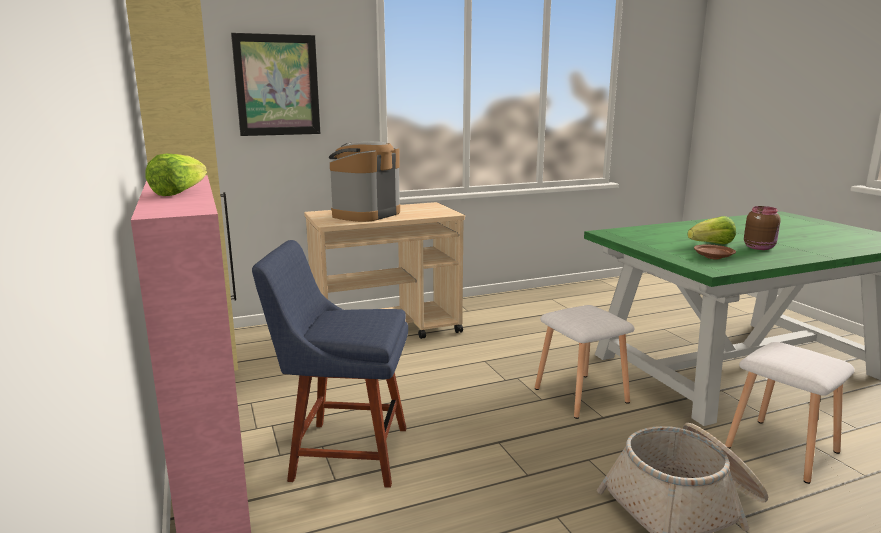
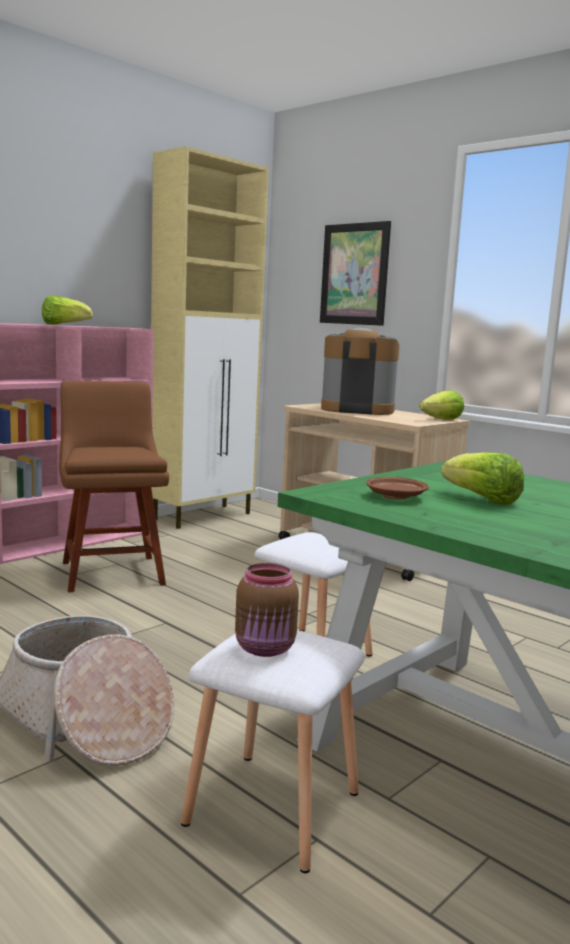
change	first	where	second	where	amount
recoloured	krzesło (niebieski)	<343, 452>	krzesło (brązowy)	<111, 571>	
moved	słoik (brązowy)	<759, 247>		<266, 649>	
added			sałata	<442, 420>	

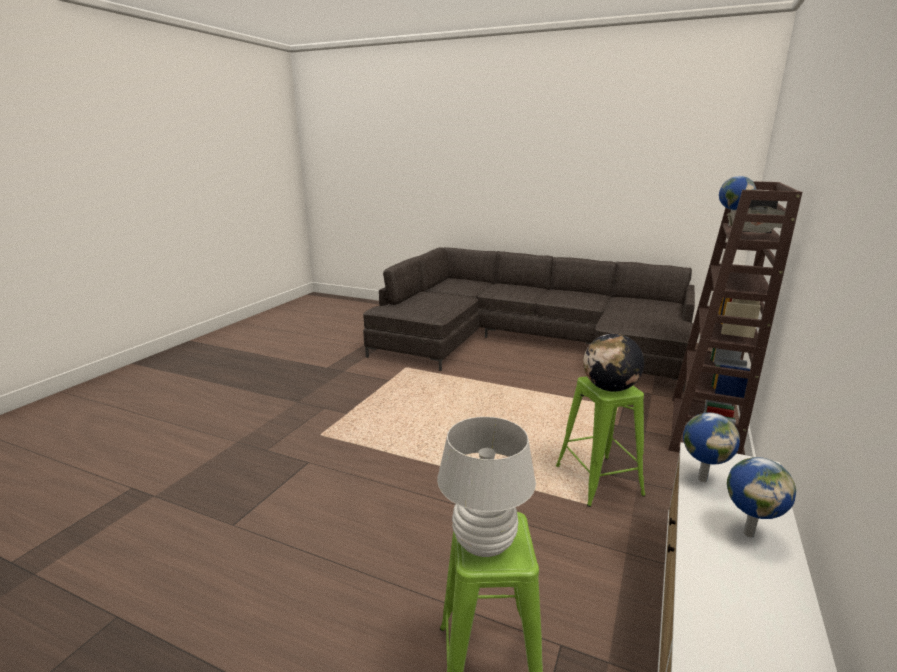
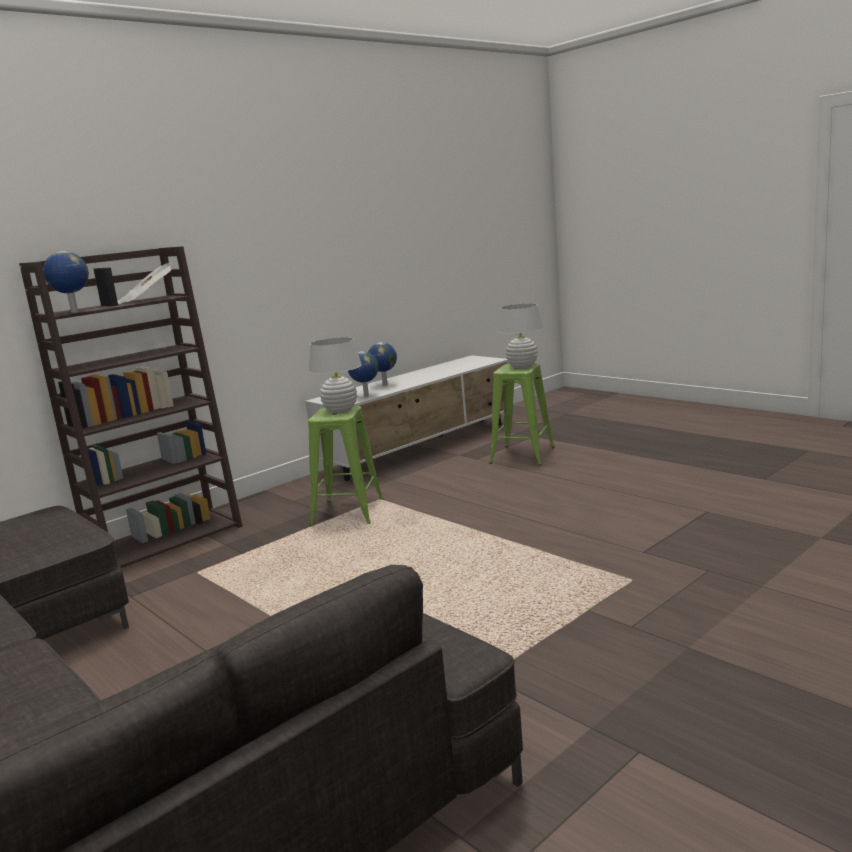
change	first	where	second	where	amount
replaced	globus	<609, 388>	lampa stołowa (biały)	<340, 410>	

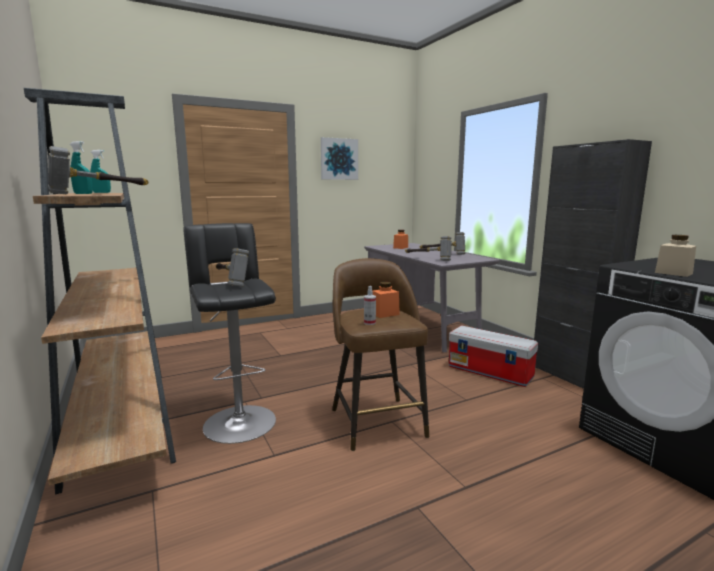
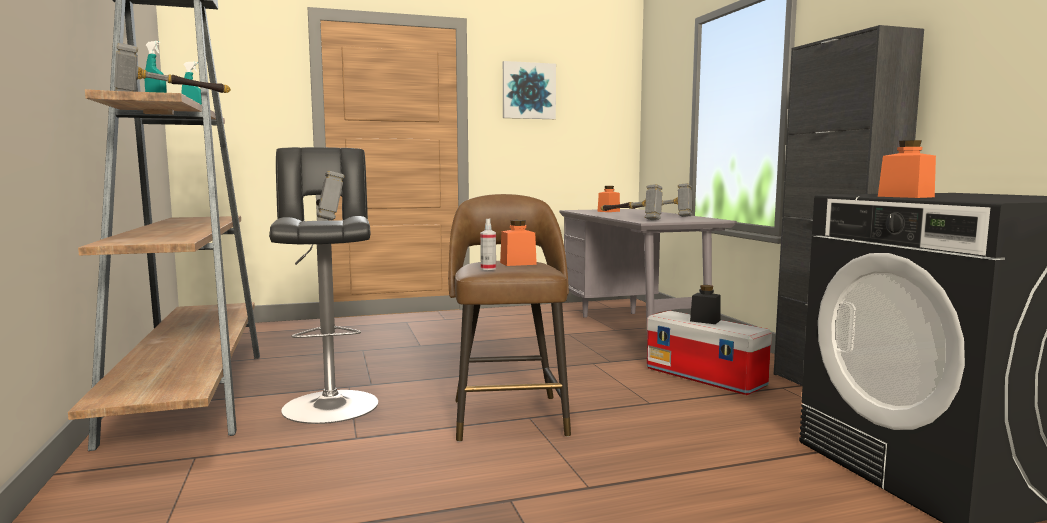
change	first	where	second	where	amount
added			słoik (czarny)	<705, 320>	
recoloured	słoik (beżowy)	<673, 273>	słoik (pomarańczowy)	<905, 196>	

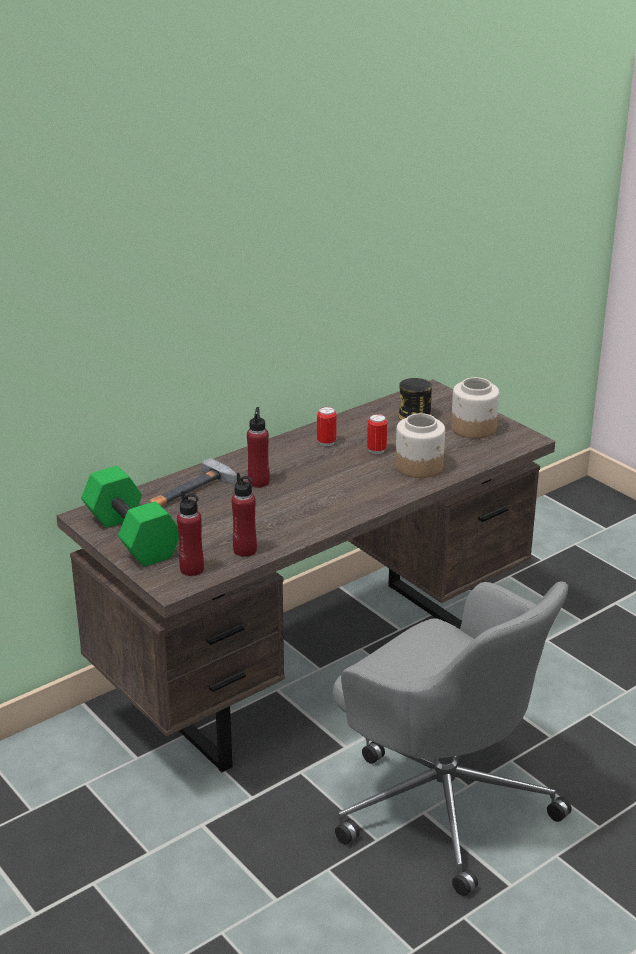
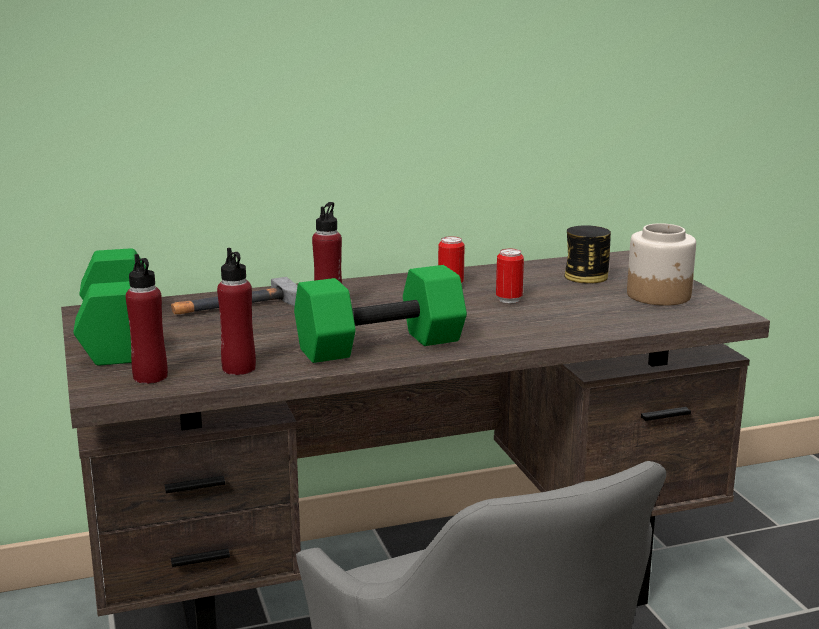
change	first	where	second	where	amount
added			hantel (zielony)	<381, 344>	
removed	słoik	<419, 466>			

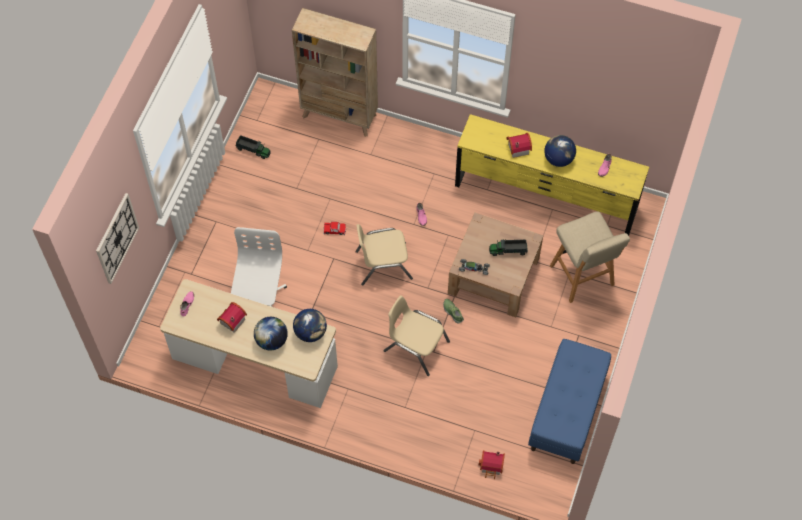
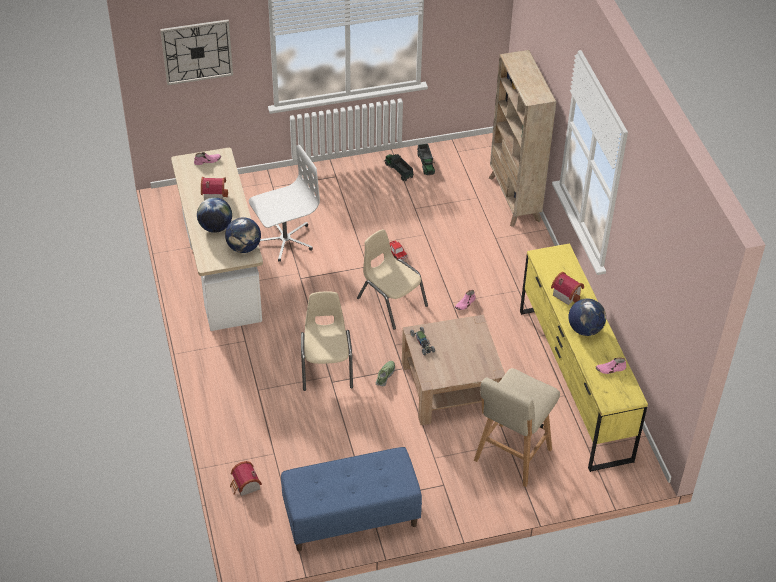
change	first	where	second	where	amount
moved	ciężarówka zabawkowa	<508, 251>		<398, 170>	

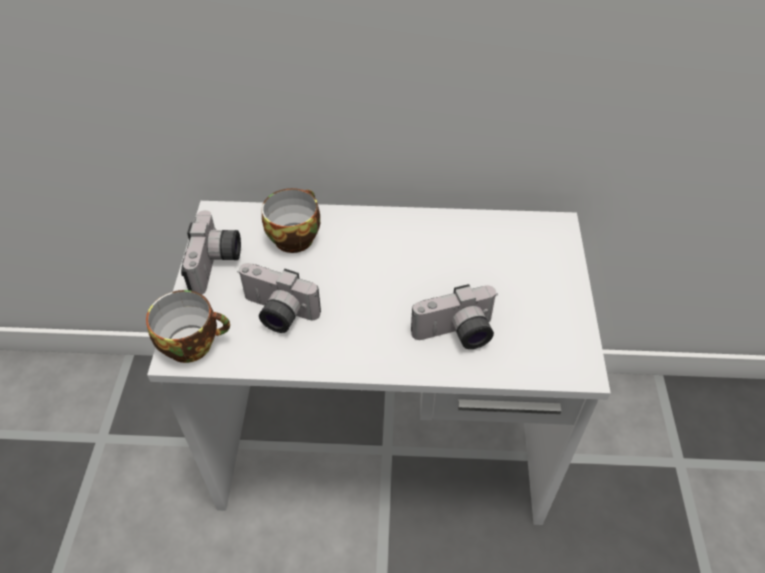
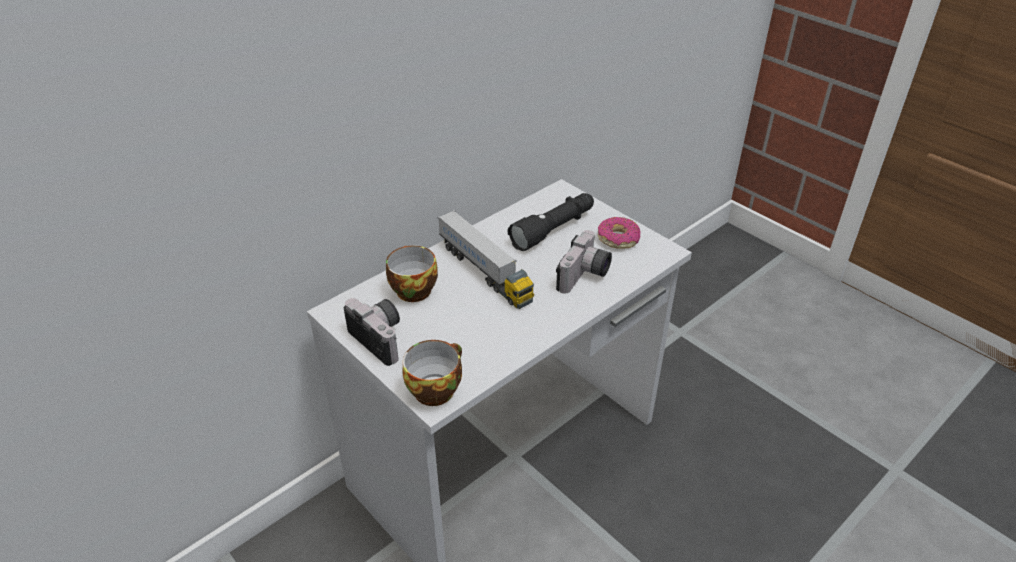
change	first	where	second	where	amount
added			ciężarówka zabawkowa	<484, 272>	
added			latarka (czarny)	<554, 229>	
added			donut	<618, 239>	
removed	aparat fotograficzny	<276, 313>			

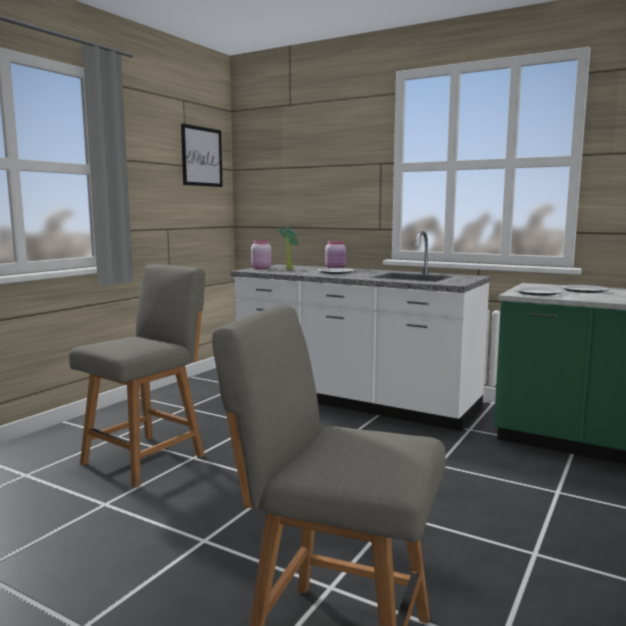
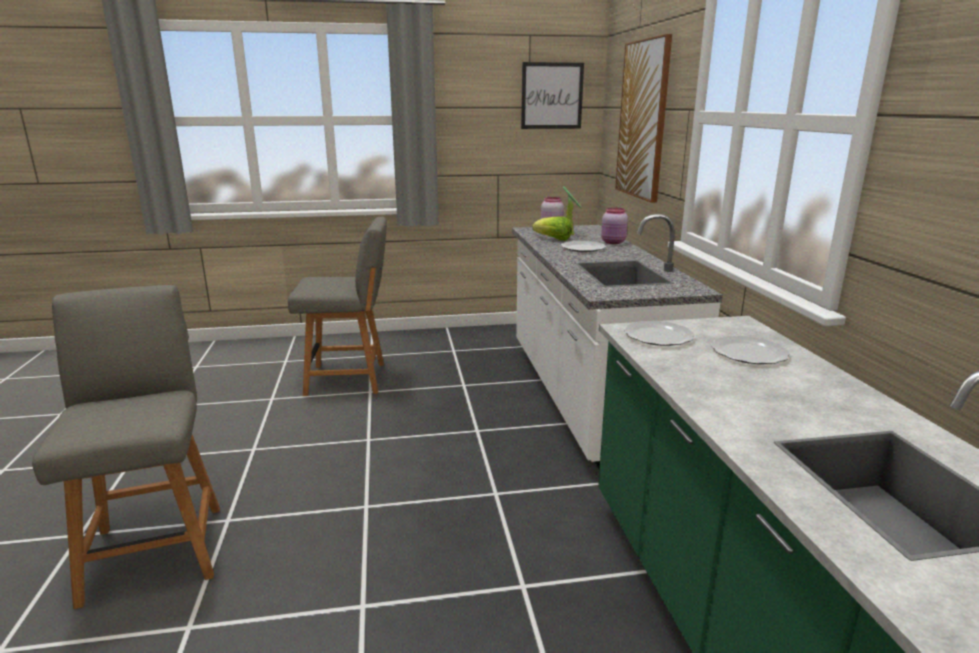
change	first	where	second	where	amount
added			sałata	<553, 239>	
added			obraz	<643, 120>	

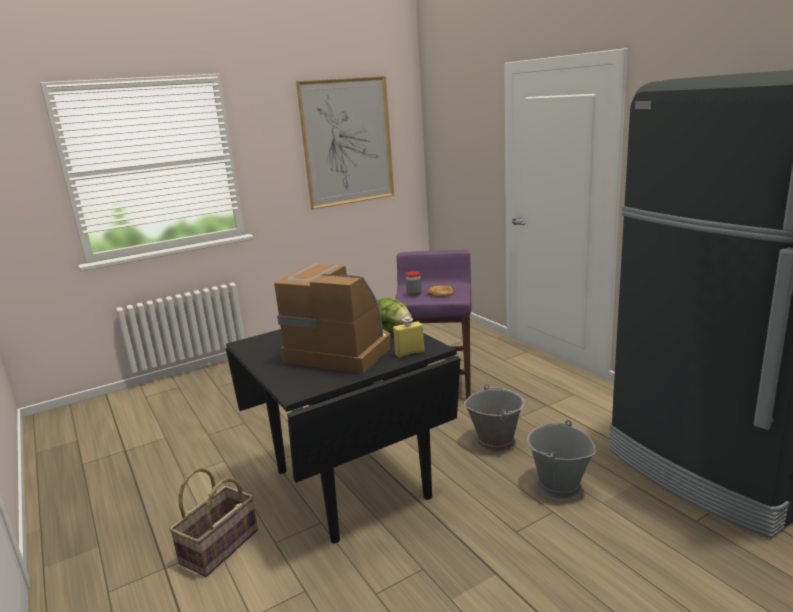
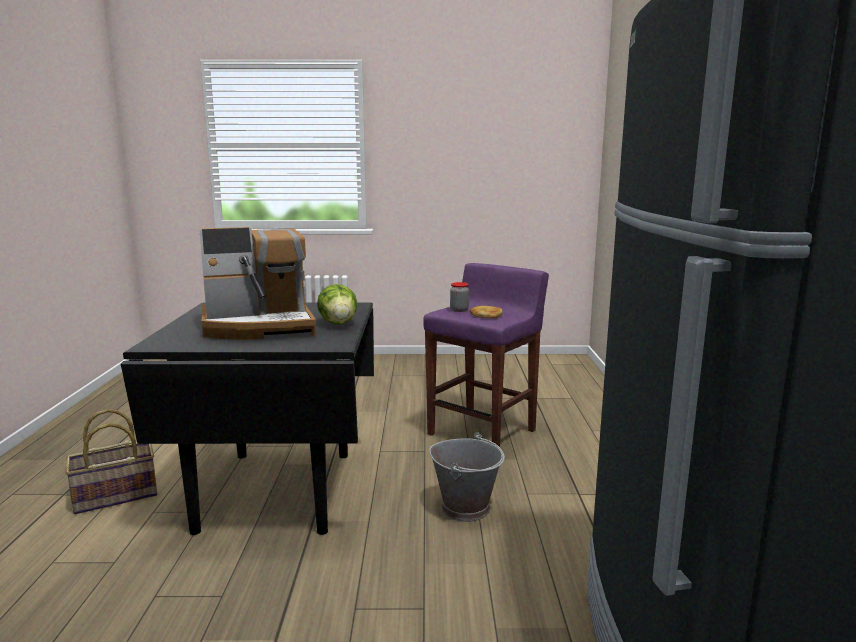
change	first	where	second	where	amount
turned	ekspres do kawy	<340, 350>		<259, 327>	105 degrees clockwise
removed	obraz	<347, 142>			
removed	butelka (żółty)	<409, 353>			
removed	wiadro (szary)	<558, 485>			

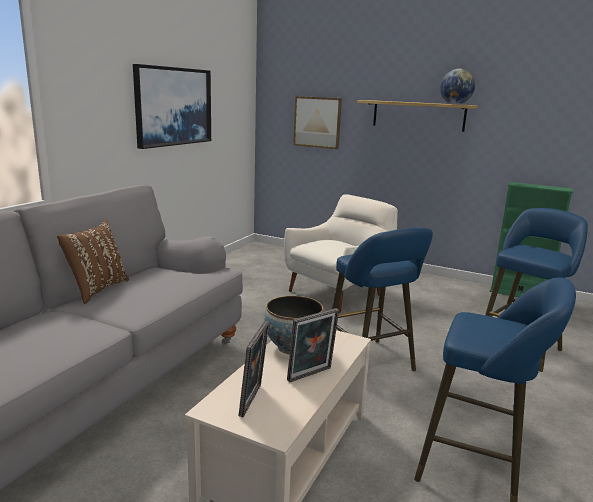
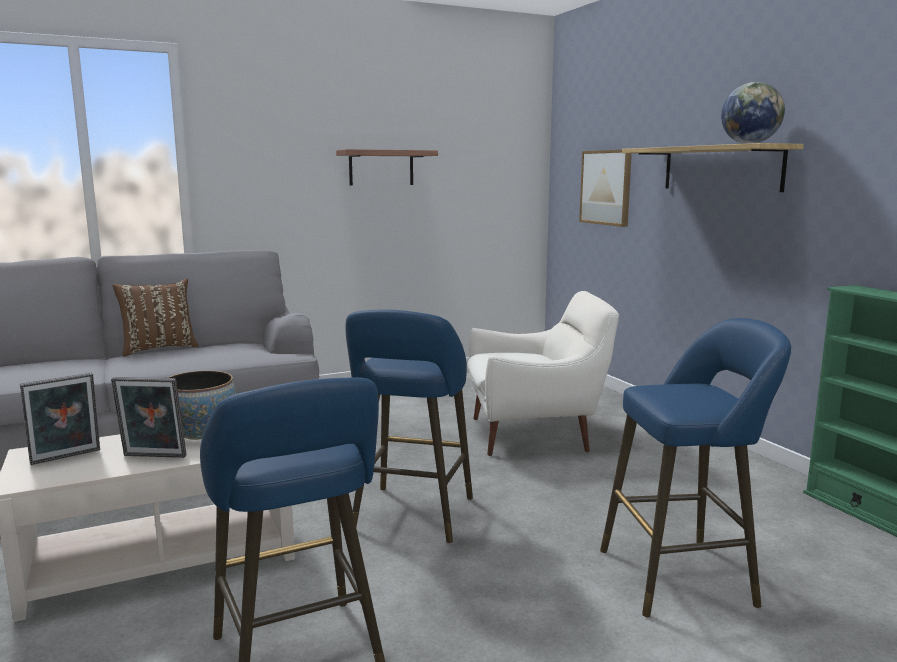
change	first	where	second	where	amount
replaced	obraz	<173, 106>	półka	<381, 168>	

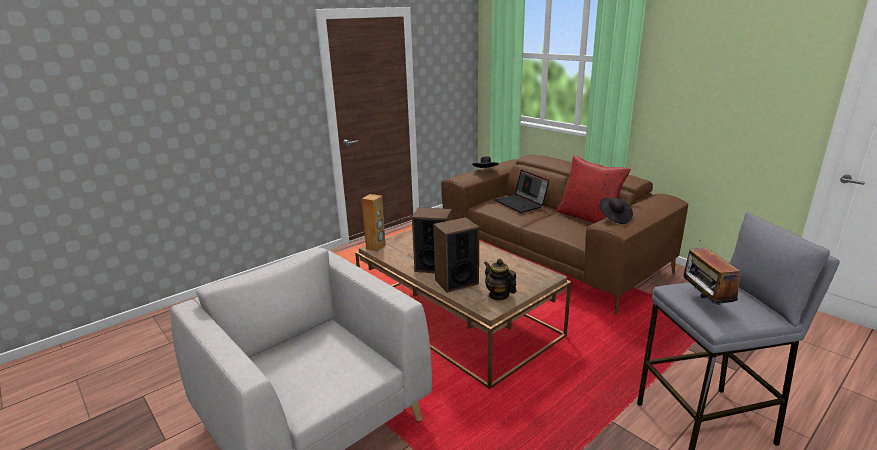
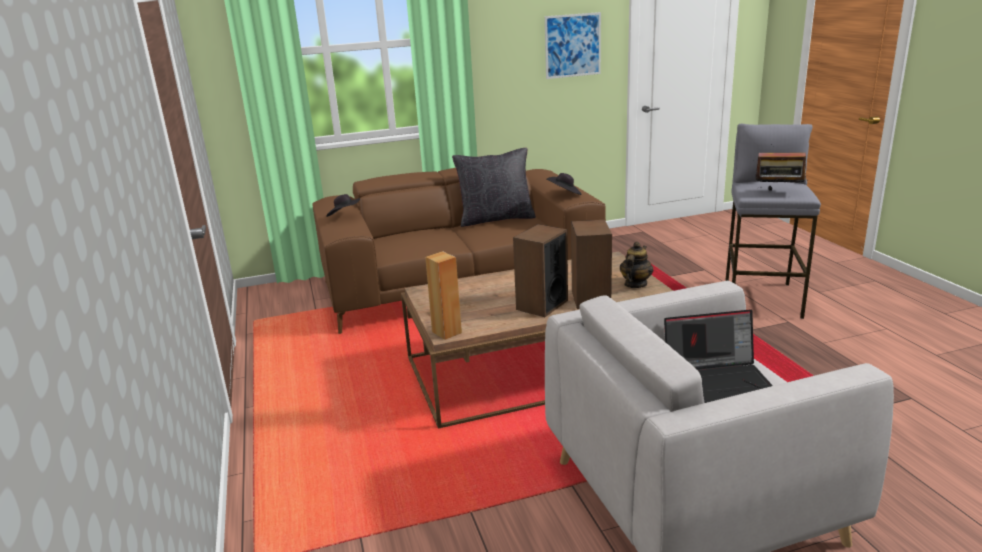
change	first	where	second	where	amount
recoloured	poduszka (czerwony)	<588, 218>	poduszka (czarny)	<496, 219>	
added			obraz	<572, 45>	
turned	imbryk	<499, 295>		<635, 284>	135 degrees clockwise
moved	laptop	<521, 203>		<719, 381>	

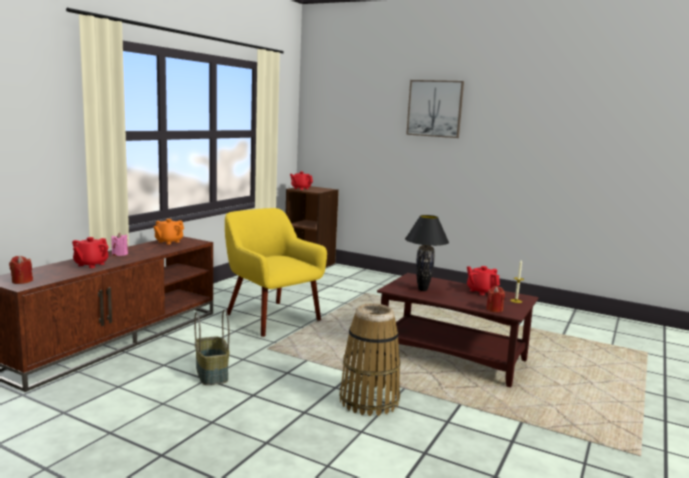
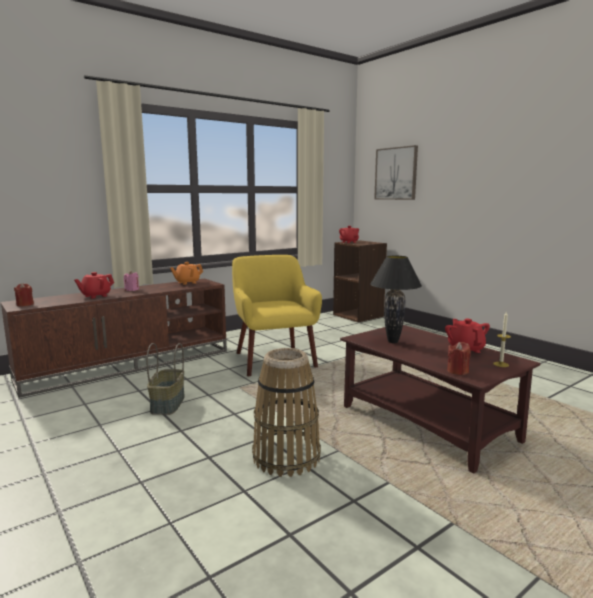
change	first	where	second	where	amount
moved	obraz	<435, 108>		<396, 173>	

